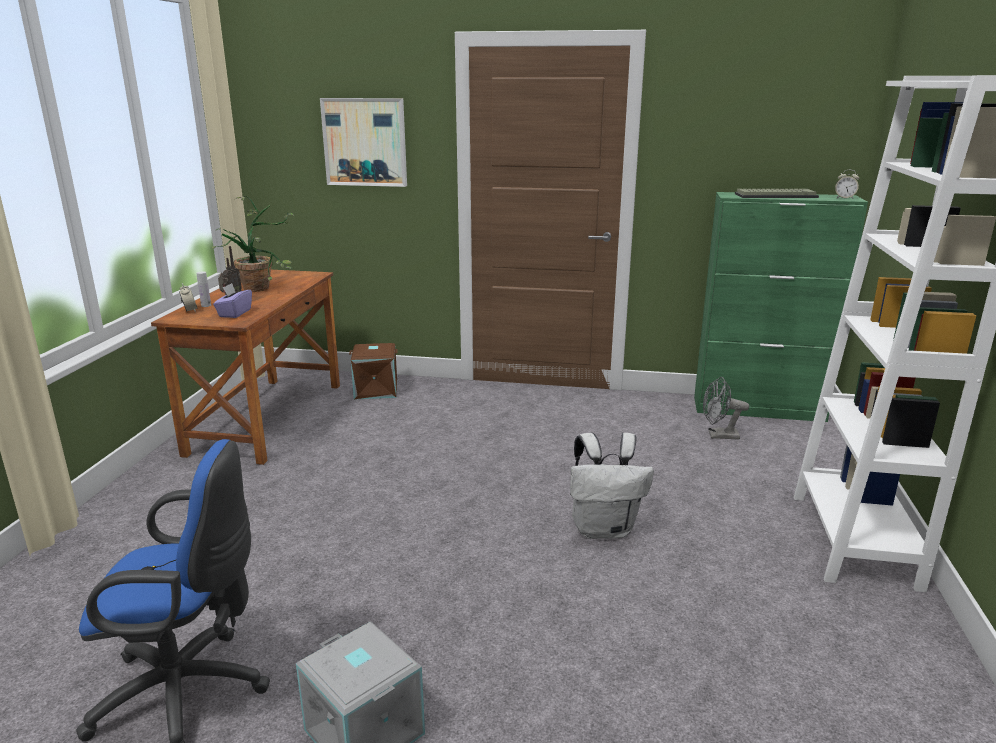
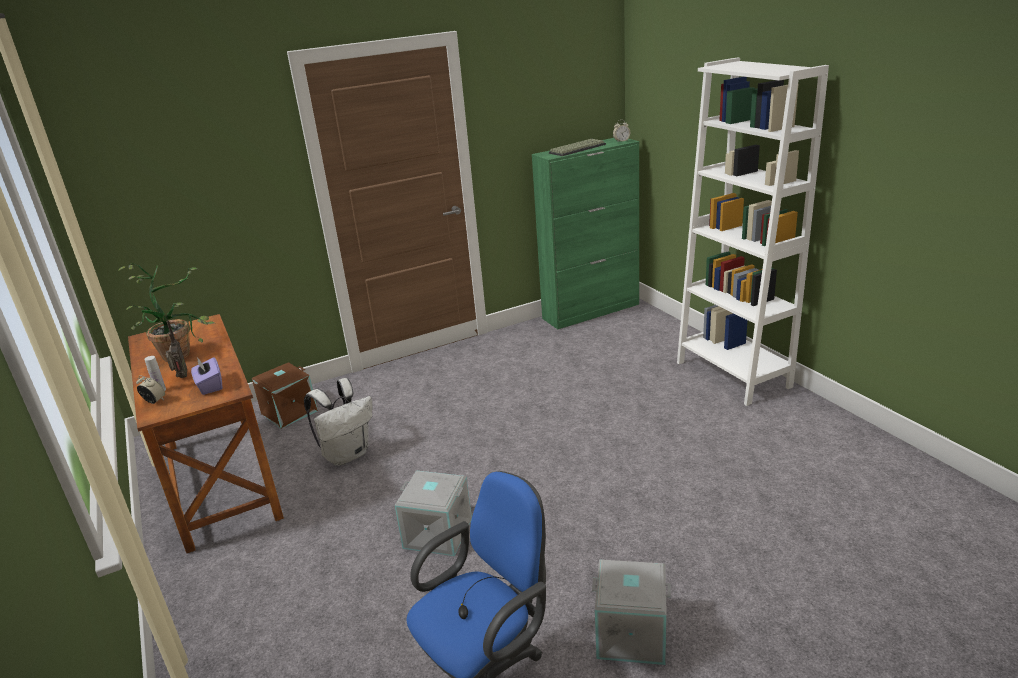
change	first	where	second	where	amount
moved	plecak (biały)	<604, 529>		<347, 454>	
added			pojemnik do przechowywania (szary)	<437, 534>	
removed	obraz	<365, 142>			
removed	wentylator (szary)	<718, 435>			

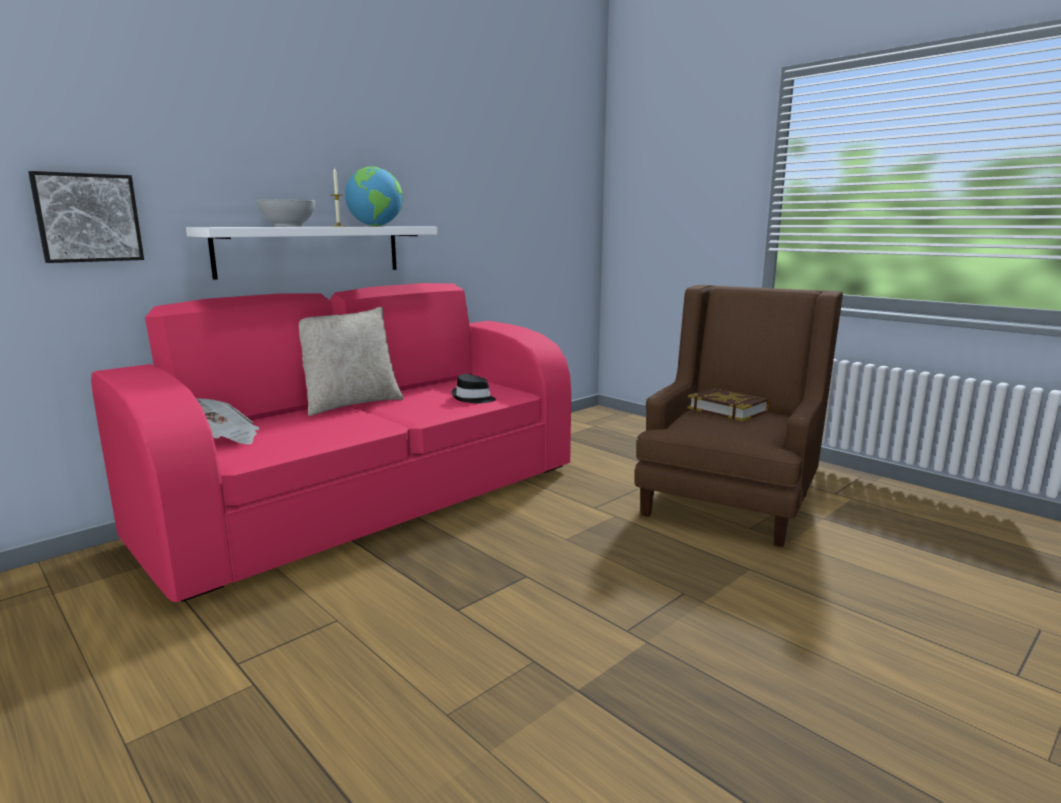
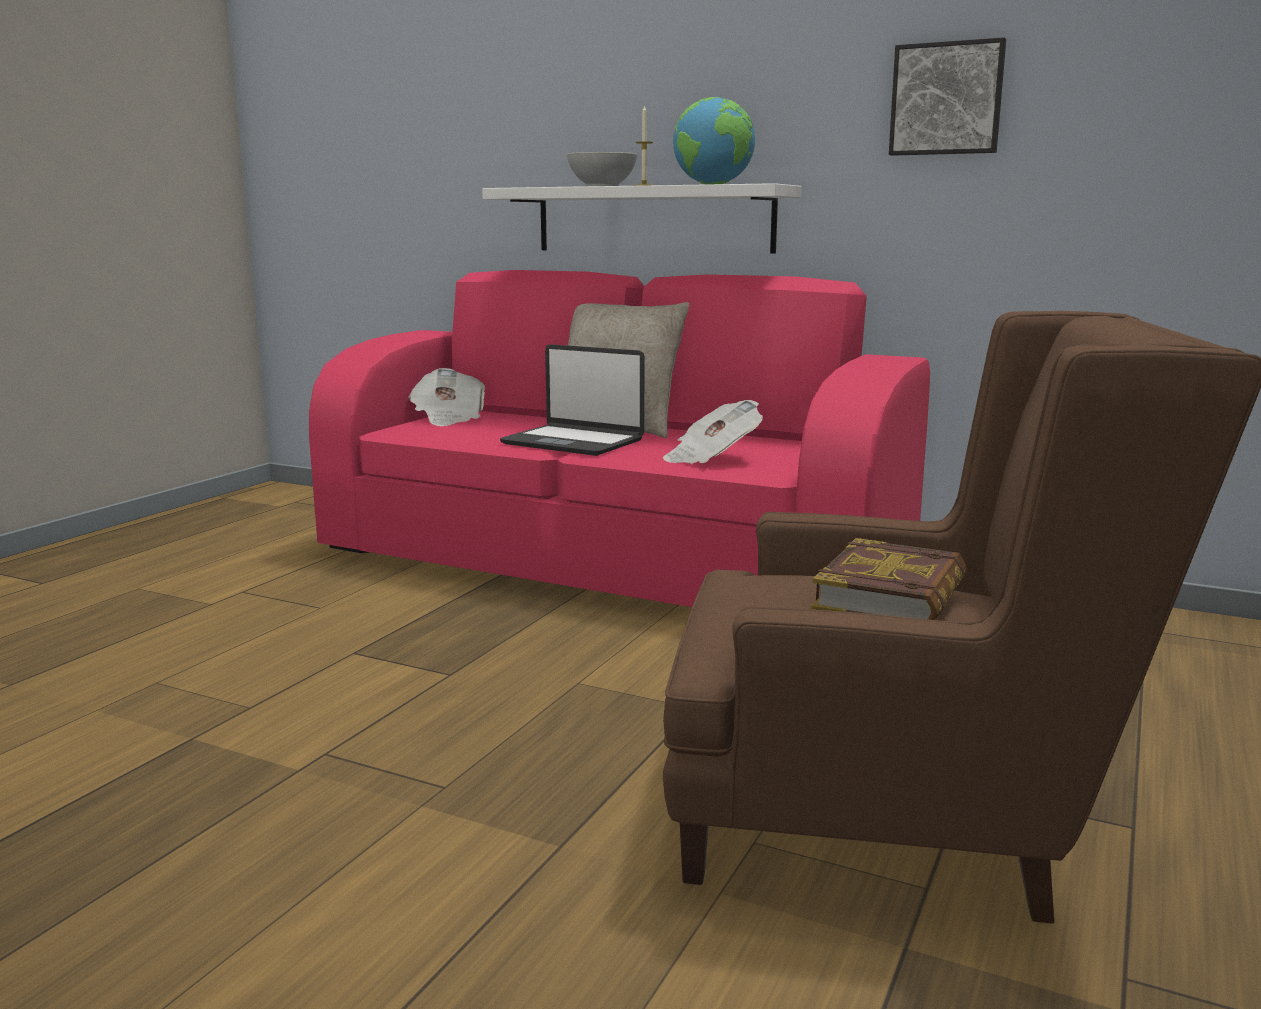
change	first	where	second	where	amount
added			laptop	<573, 442>	
replaced	kapelusz (czarny)	<473, 398>	gazeta	<711, 458>	
moved	obraz	<88, 218>		<946, 99>	

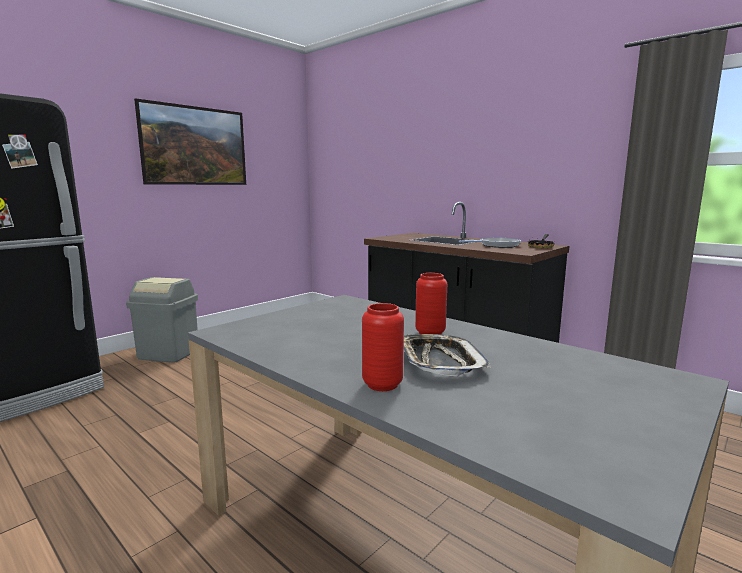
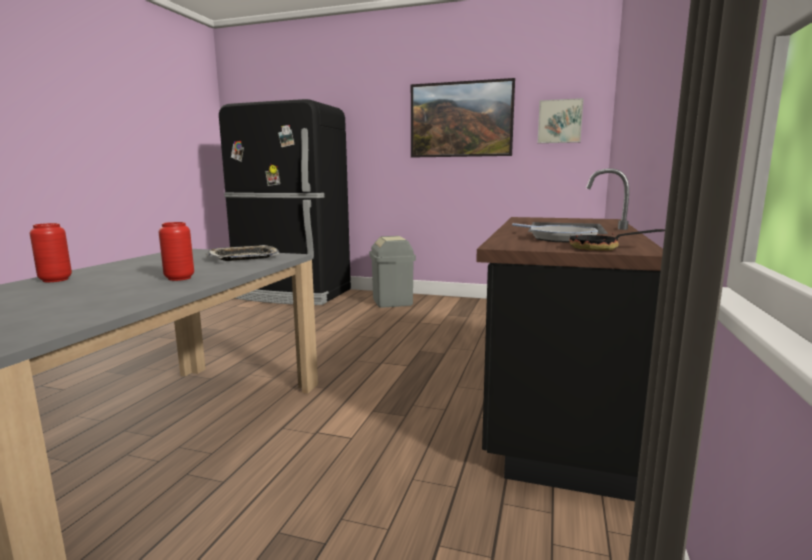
change	first	where	second	where	amount
moved	taca	<439, 361>		<244, 258>	
added			obraz	<560, 121>	

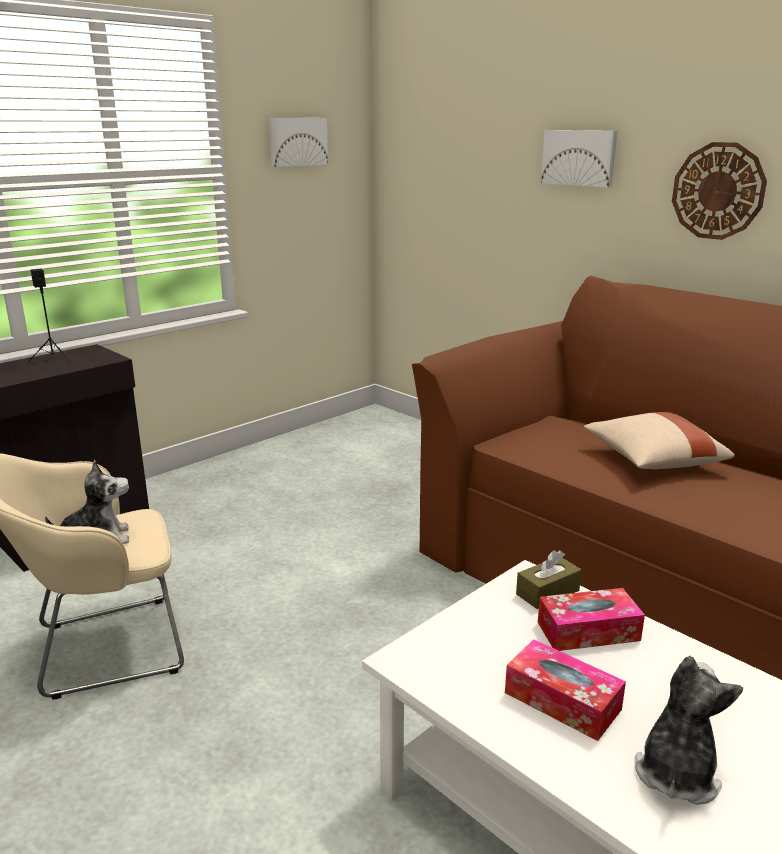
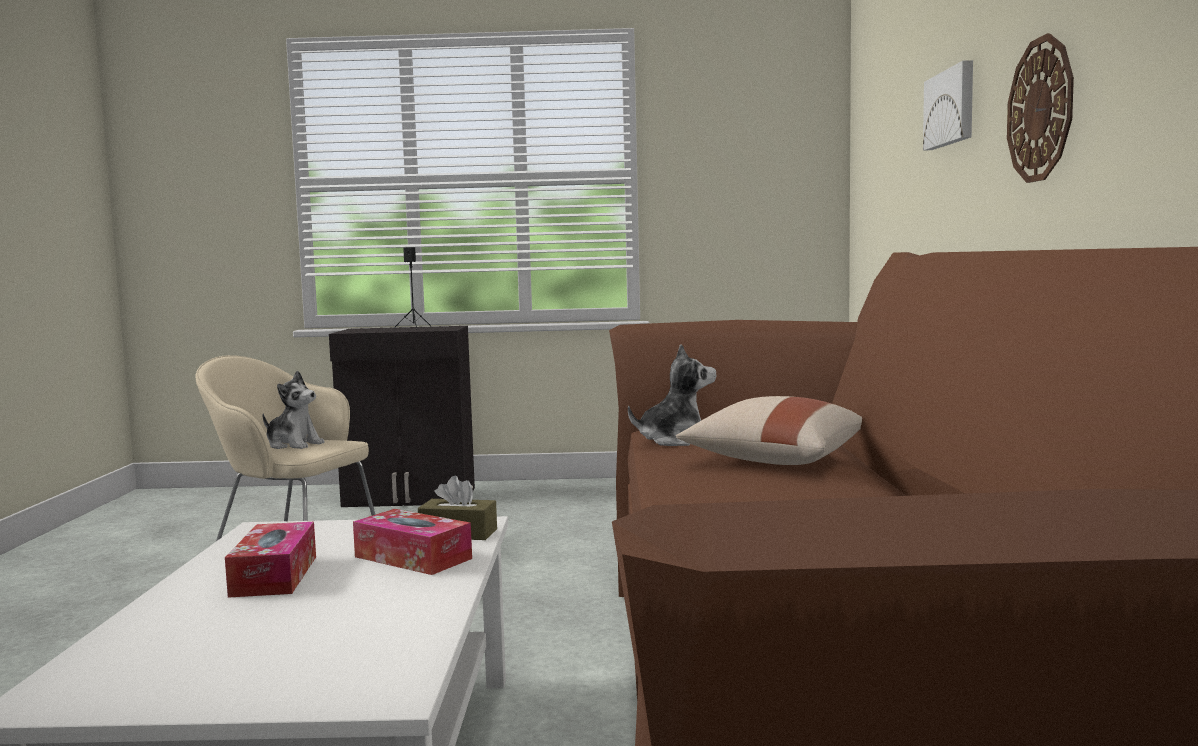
change	first	where	second	where	amount
moved	pluszak	<676, 772>		<675, 440>	
removed	obraz	<297, 141>			

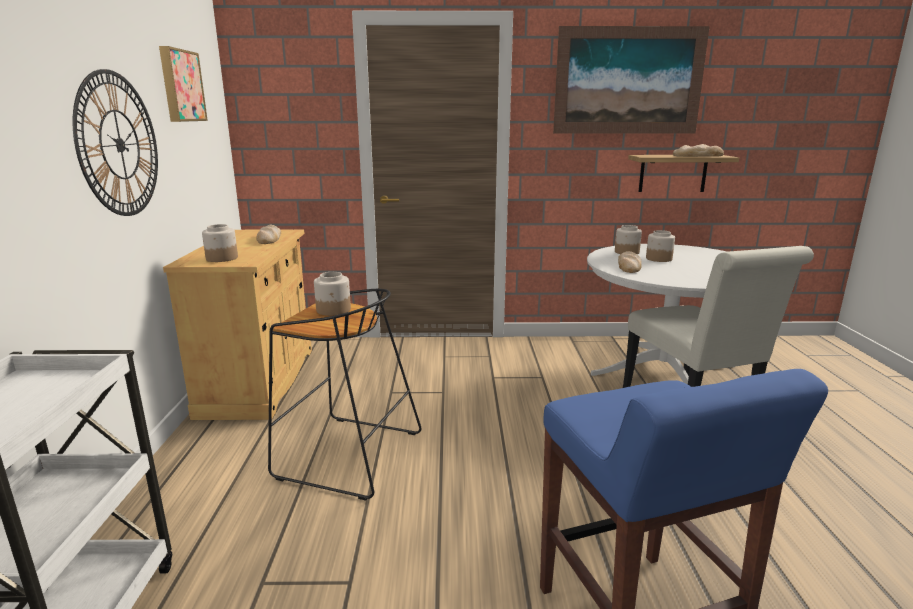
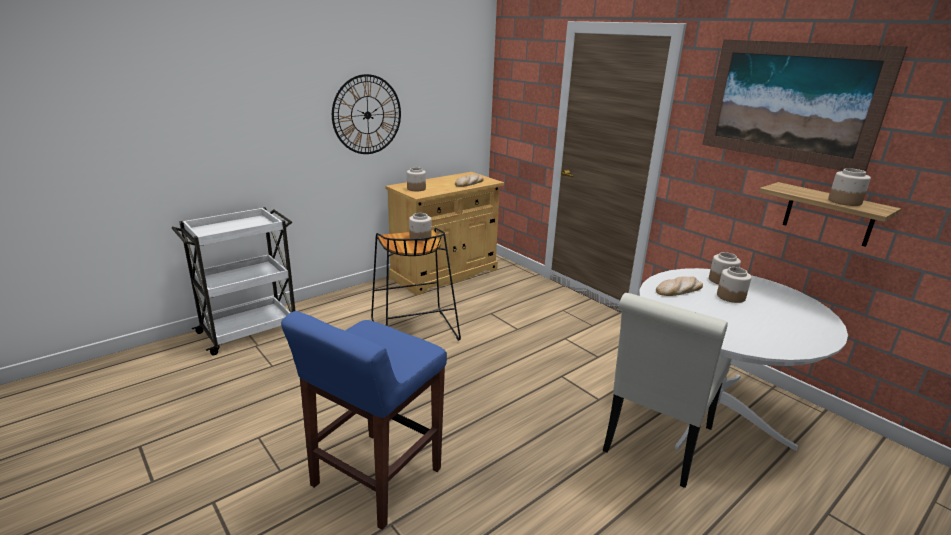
change	first	where	second	where	amount
replaced	chleb	<697, 156>	słoik	<844, 201>	
removed	obraz	<180, 86>			

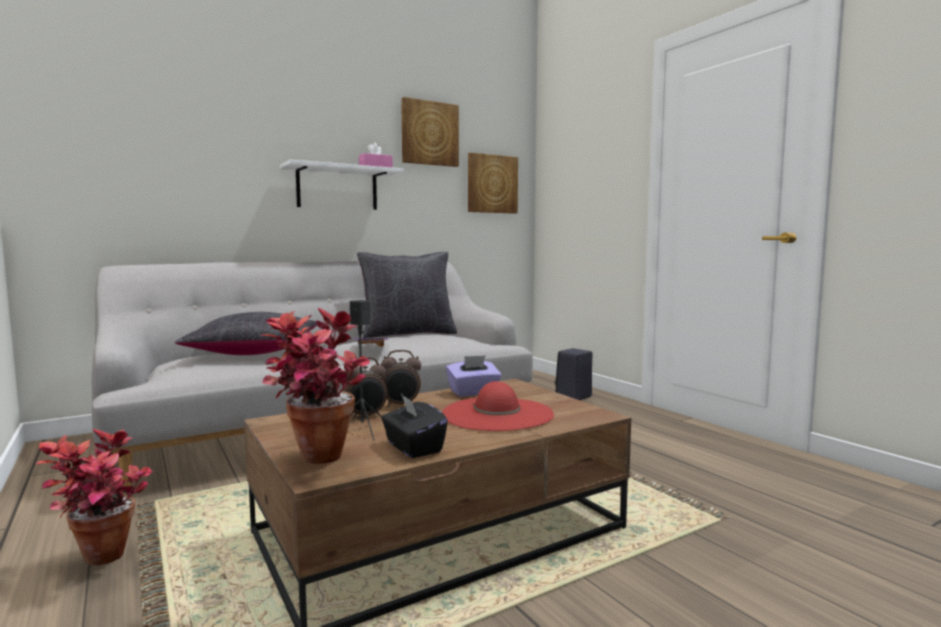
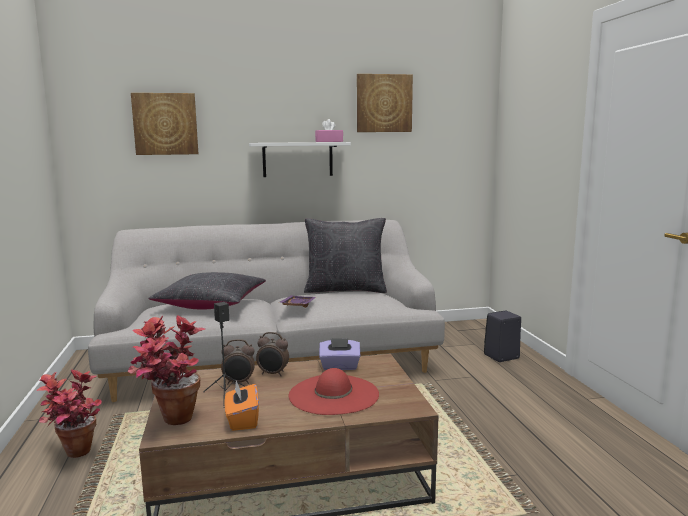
change	first	where	second	where	amount
moved	obraz	<492, 184>		<165, 124>	
recoloured	pudełko chusteczek (czarny)	<413, 448>	pudełko chusteczek (pomarańczowy)	<242, 420>	

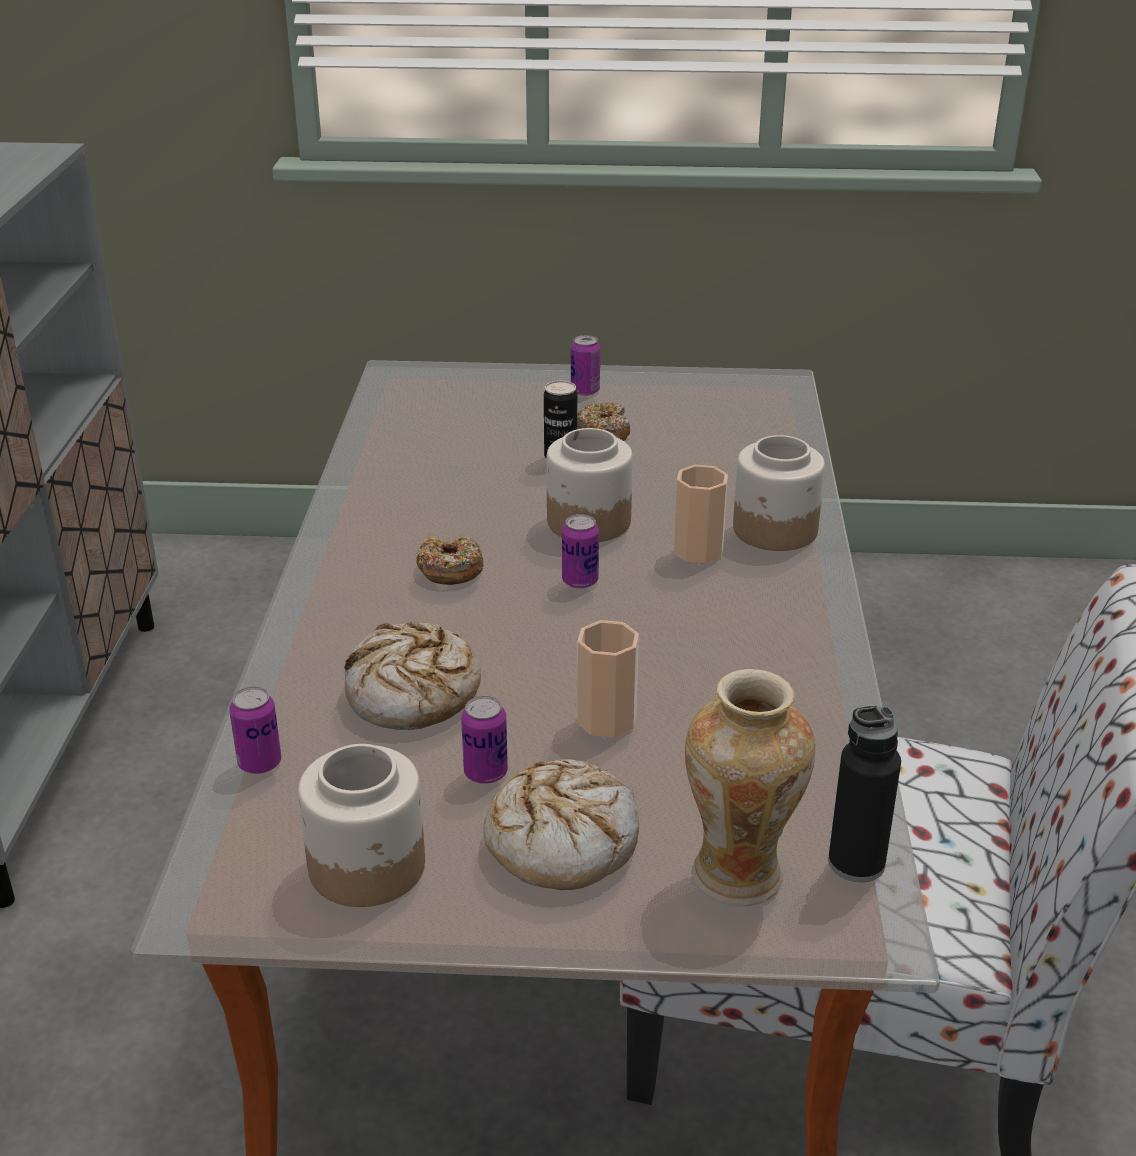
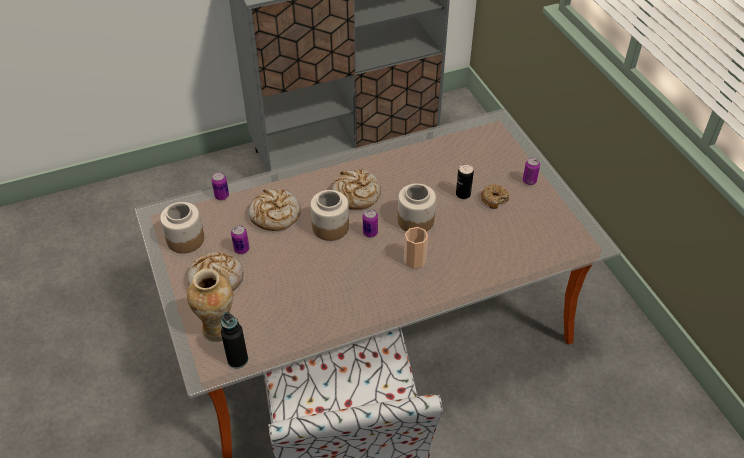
change	first	where	second	where	amount
moved	słoik	<775, 530>		<330, 227>	
replaced	donut	<450, 570>	chleb	<355, 195>	
removed	filiżanka	<606, 719>			

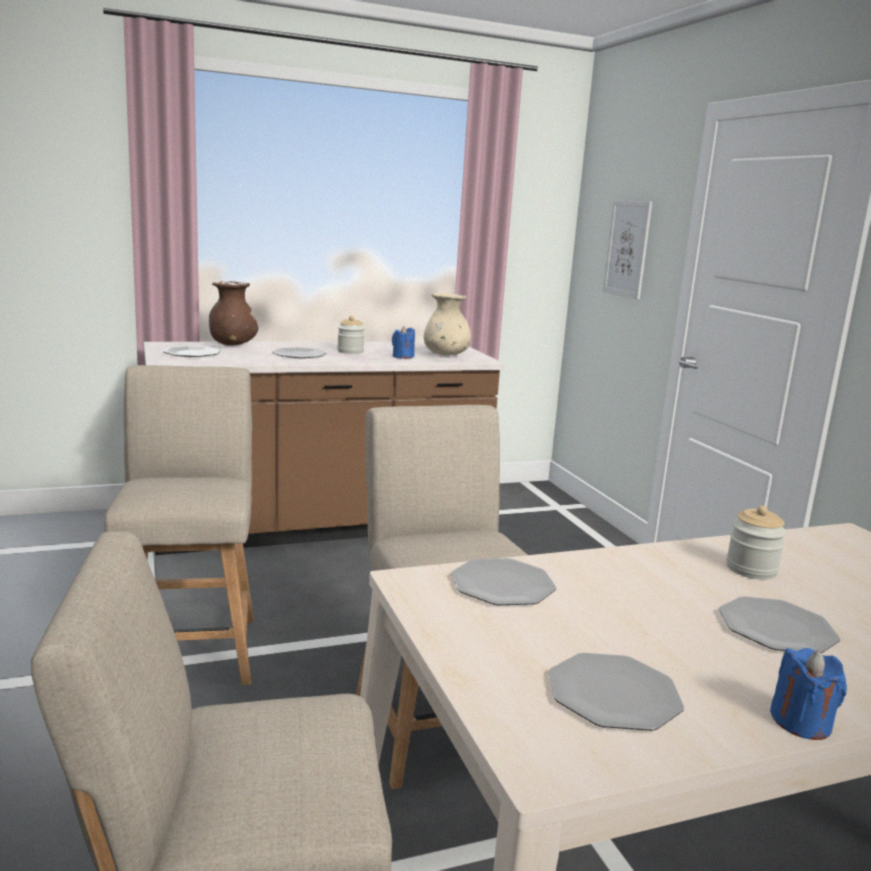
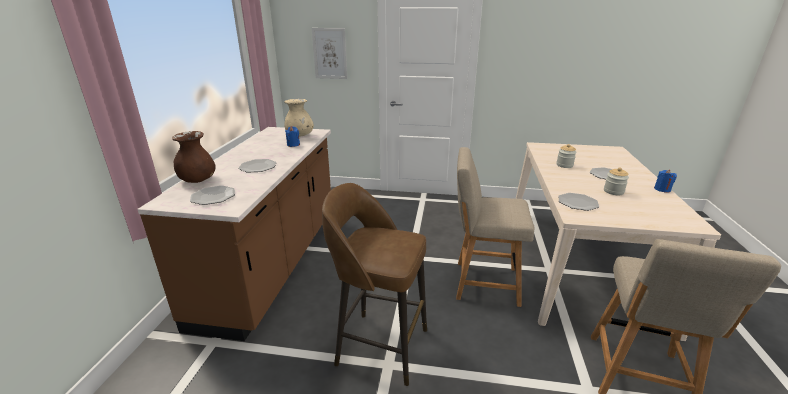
change	first	where	second	where	amount
replaced	krzesło (beżowy)	<189, 648>	stołek (brązowy)	<379, 345>	
moved	słoik	<350, 351>		<613, 191>	
removed	talerz	<614, 694>			

